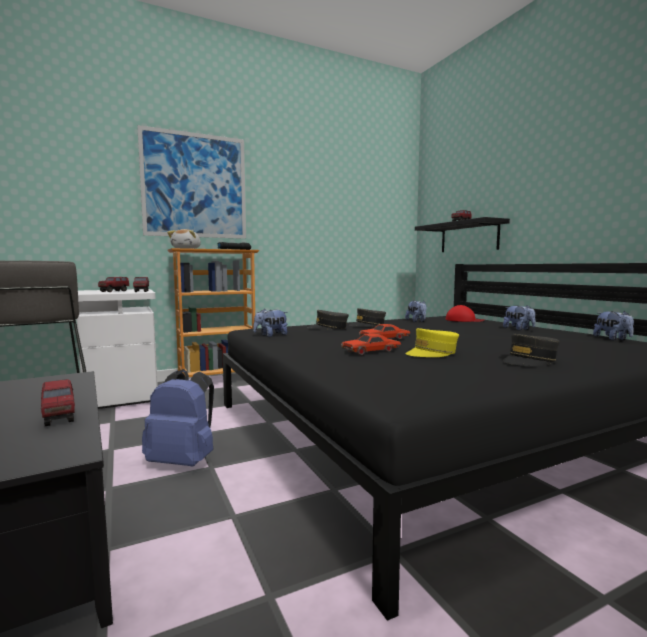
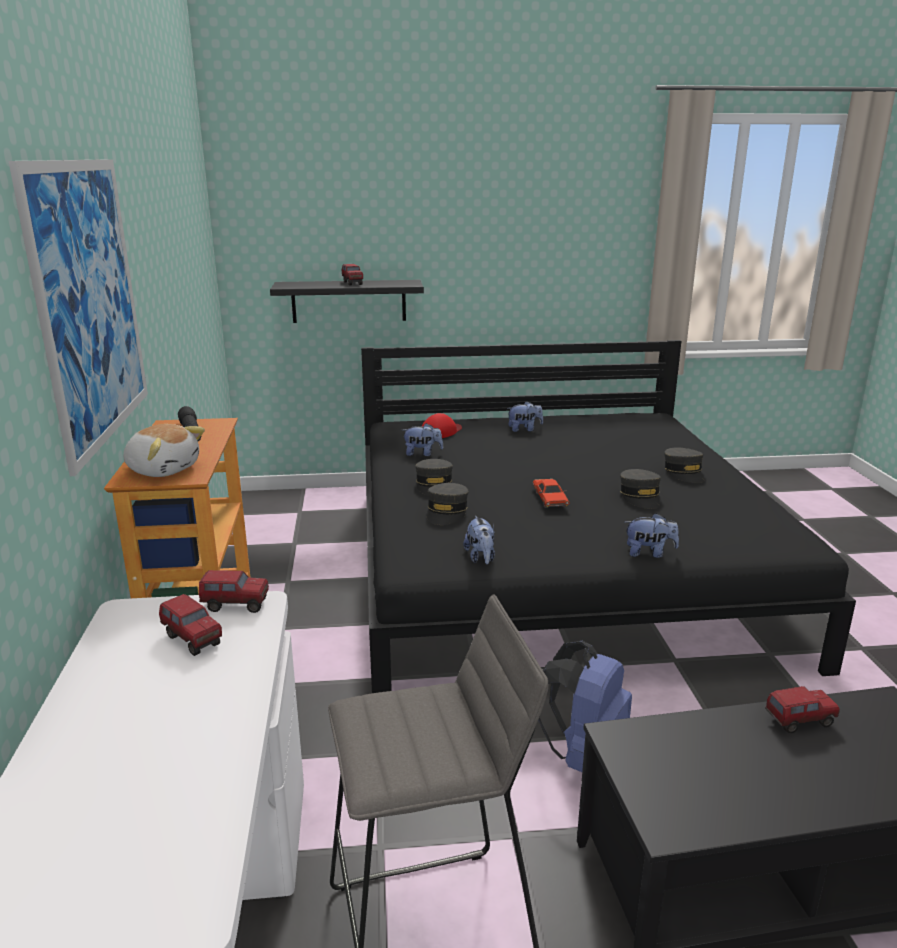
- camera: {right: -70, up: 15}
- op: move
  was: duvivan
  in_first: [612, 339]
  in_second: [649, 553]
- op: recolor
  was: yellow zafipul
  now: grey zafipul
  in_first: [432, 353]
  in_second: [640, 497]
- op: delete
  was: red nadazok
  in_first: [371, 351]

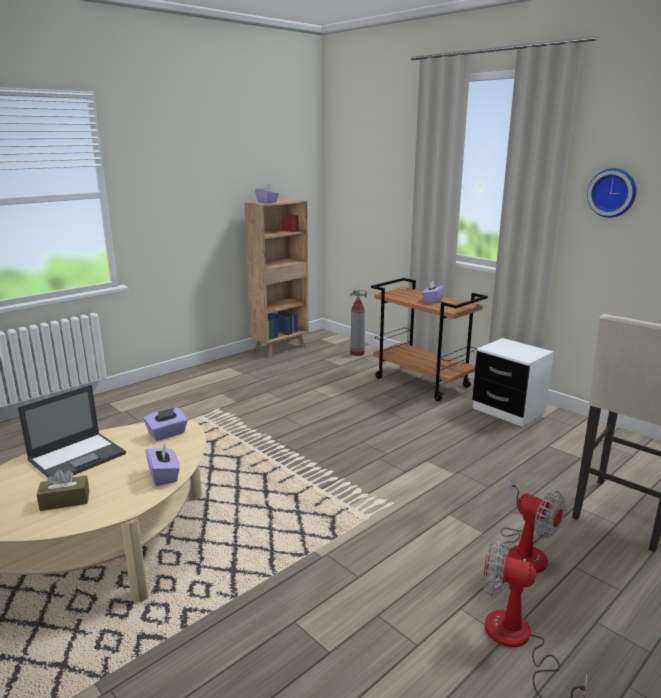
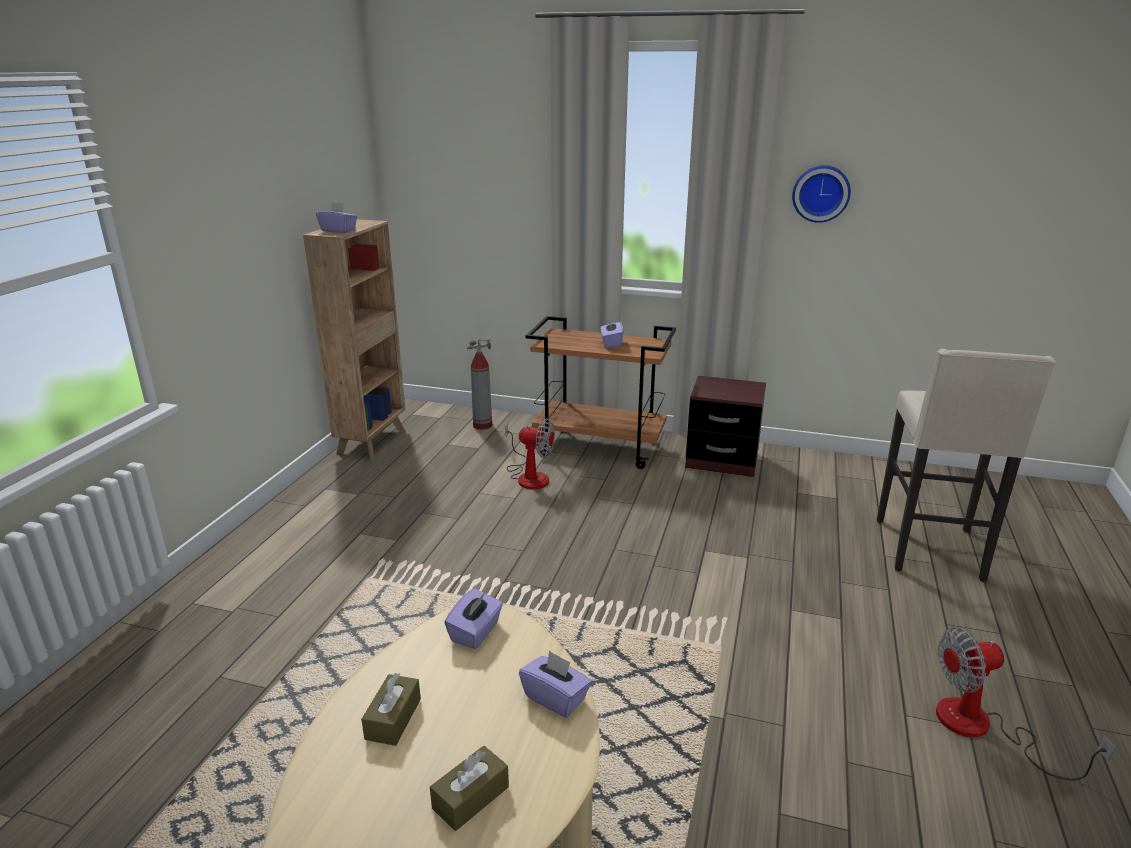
- camera: {right: -30, up: 5}
- op: recolor
  was: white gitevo
  now: brown gitevo
  in_first: [508, 410]
  in_second: [722, 461]
- op: replace
  was: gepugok
  now: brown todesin
  in_first: [78, 457]
  in_second: [393, 719]
- op: move
  was: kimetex
  in_first: [524, 550]
  in_second: [529, 476]

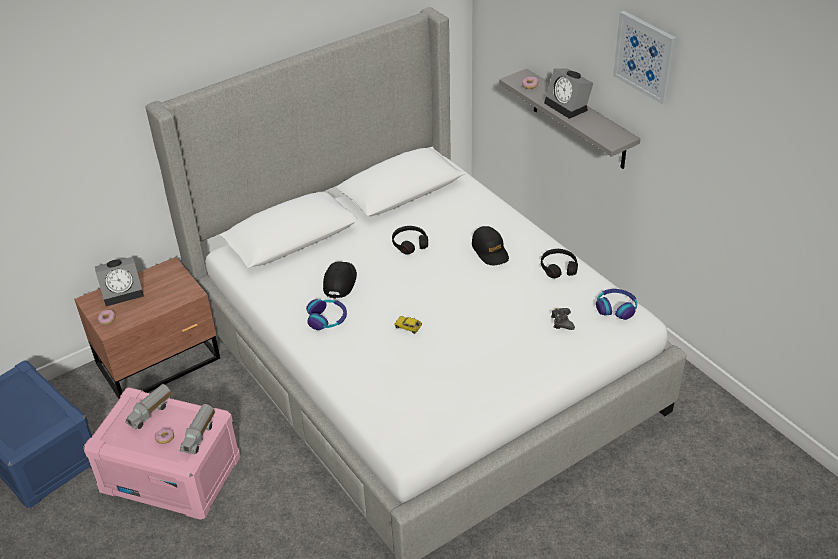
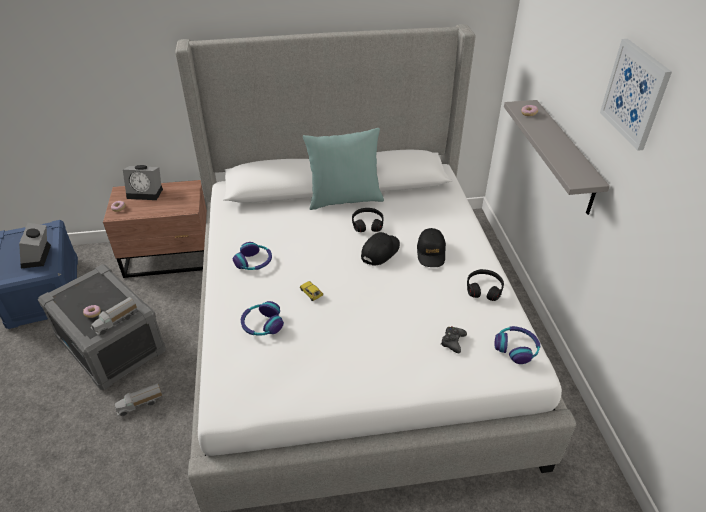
- camera: {right: 25, up: 0}
- op: move
  was: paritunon
  in_first: [568, 106]
  in_second: [38, 257]
- op: move
  was: black zafipul
  in_first: [340, 282]
  in_second: [380, 252]
- op: move
  was: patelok
  in_first: [150, 413]
  in_second: [140, 404]
- op: recolor
  was: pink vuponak
  now: grey vuponak
  in_first: [172, 474]
  in_second: [112, 344]
- op: insert
  now: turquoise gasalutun
  in_second: [344, 199]
- op: insert
  now: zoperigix
  in_second: [262, 324]

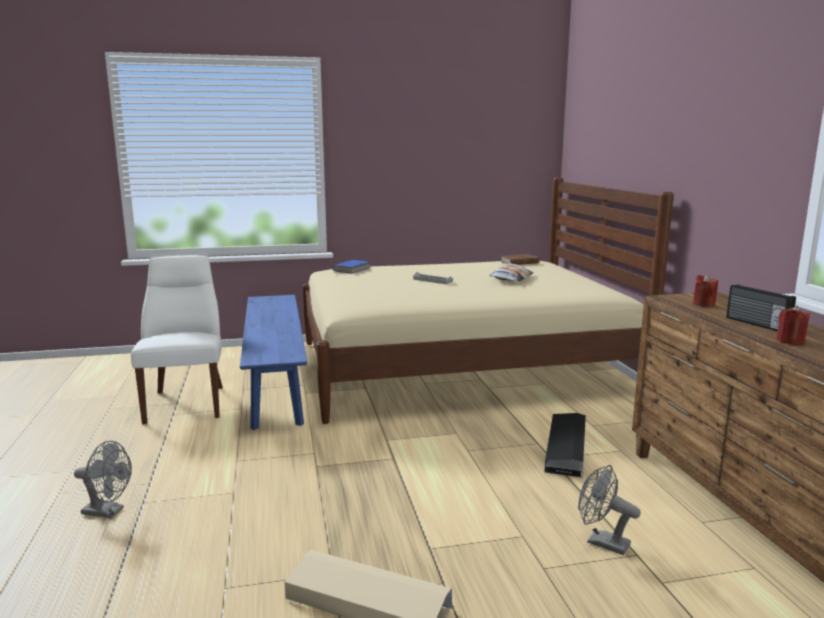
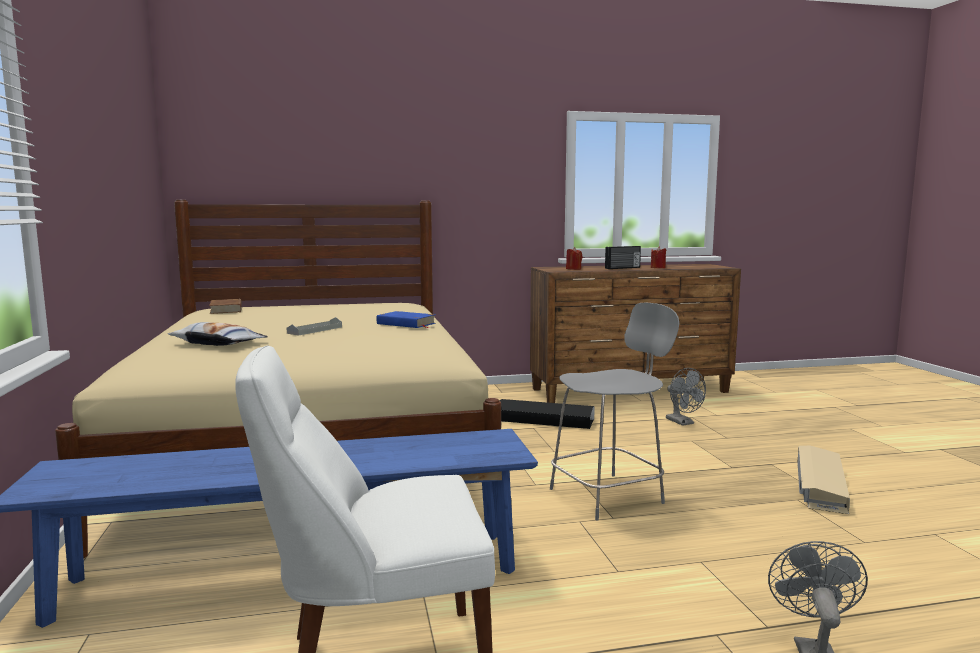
- camera: {right: -90, up: -5}
- op: move
  was: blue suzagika
  in_first: [351, 269]
  in_second: [406, 324]
- op: move
  was: gasalutun
  in_first: [511, 278]
  in_second: [218, 343]
- op: rotate
  was: grey kimetex
  in_first: [601, 542]
  in_second: [683, 422]
  clockwise: -60
- op: insert
  now: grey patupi
  in_second: [609, 495]

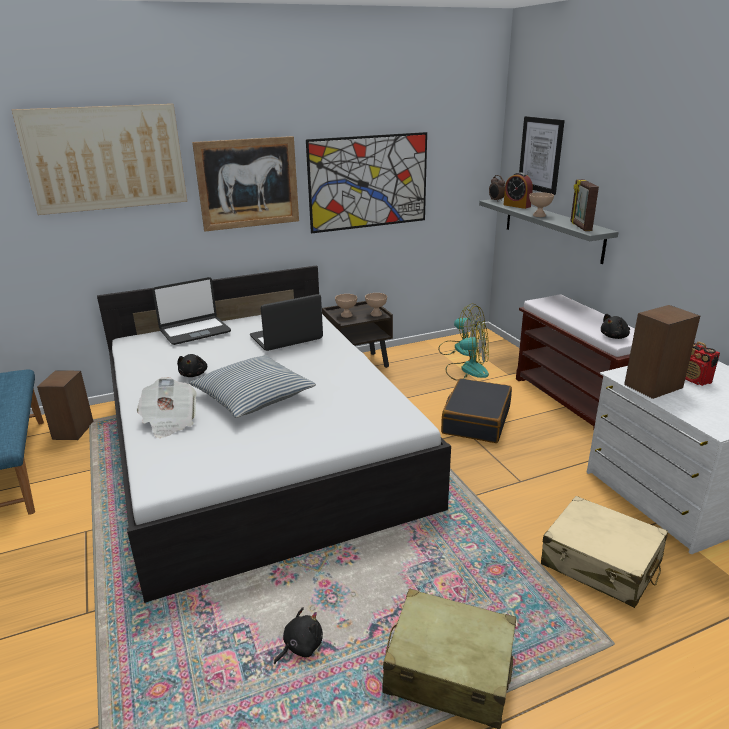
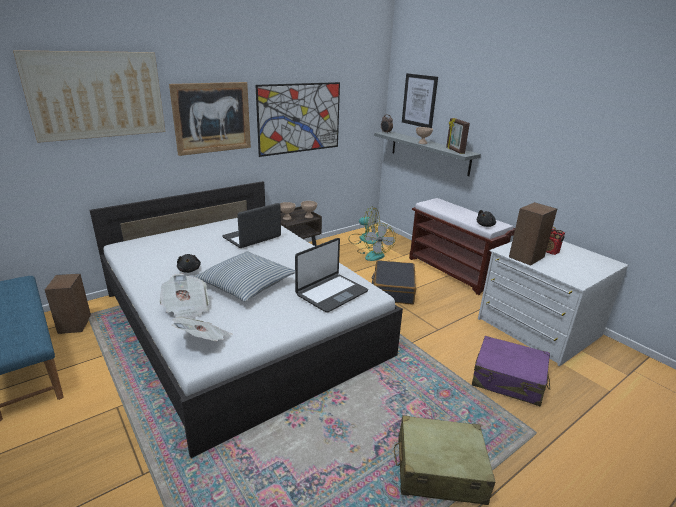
- camera: {right: -15, up: 0}
- op: delete
  was: paritunon
  in_first: [517, 206]
- op: move
  was: gepugok
  in_first: [195, 331]
  in_second: [331, 293]
- op: rotate
  was: kimetex
  in_first: [467, 370]
  in_second: [374, 254]
  clockwise: 90
- op: recolor
  was: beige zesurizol
  now: purple zesurizol
  in_first: [600, 563]
  in_second: [508, 379]
- op: delete
  was: black duvivan
  in_first: [300, 646]
- op: insert
  now: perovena
  in_second: [204, 340]

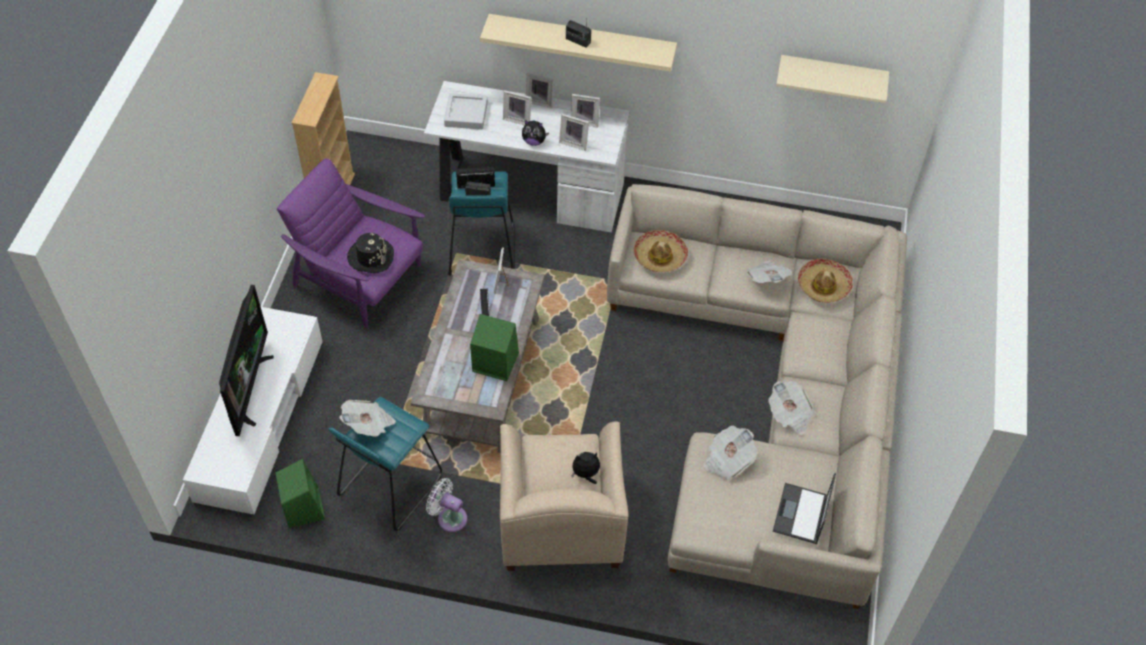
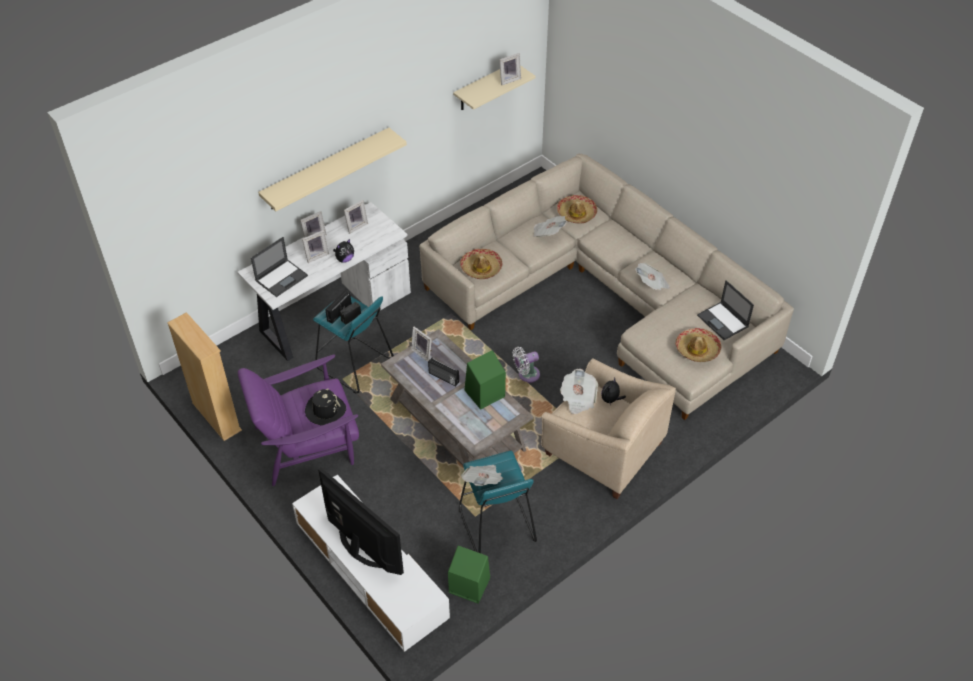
- camera: {right: -50, up: -5}
- op: delete
  was: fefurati
  in_first: [578, 40]
- op: replace
  was: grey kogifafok
  now: gepugok
  in_first: [466, 114]
  in_second: [282, 278]
- op: move
  was: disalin
  in_first: [574, 143]
  in_second: [509, 79]
- op: move
  was: perovena
  in_first: [727, 460]
  in_second: [578, 398]
- op: move
  was: white kimetex
  in_first: [449, 517]
  in_second: [526, 375]
- op: insert
  now: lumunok
  in_second: [697, 349]

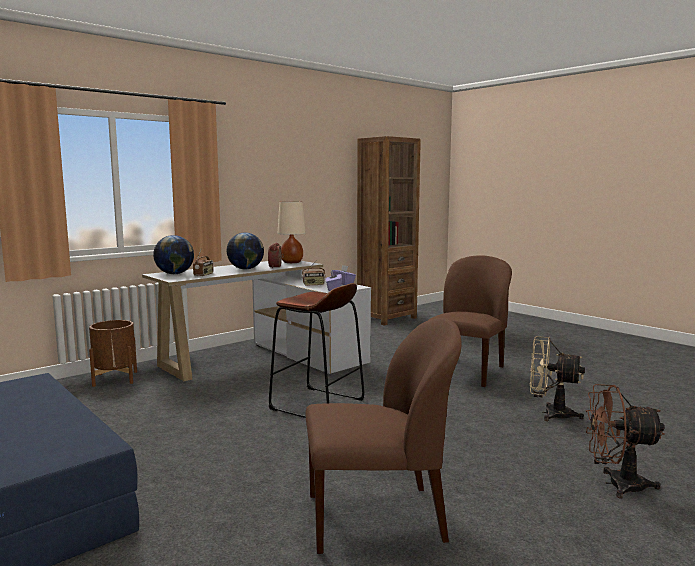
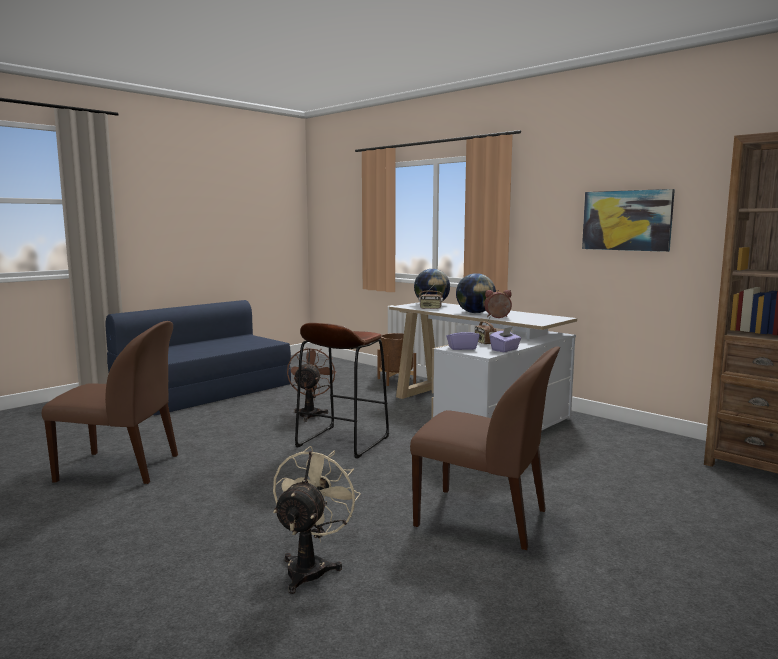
- camera: {right: 85, up: 0}
- op: delete
  was: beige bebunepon
  in_first: [291, 262]
- op: rotate
  was: brown patupi
  in_first: [378, 518]
  in_second: [121, 468]
  clockwise: -75
- op: move
  was: brown kimetex
  in_first: [616, 484]
  in_second: [310, 413]
- op: insert
  now: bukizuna
  in_second: [626, 220]

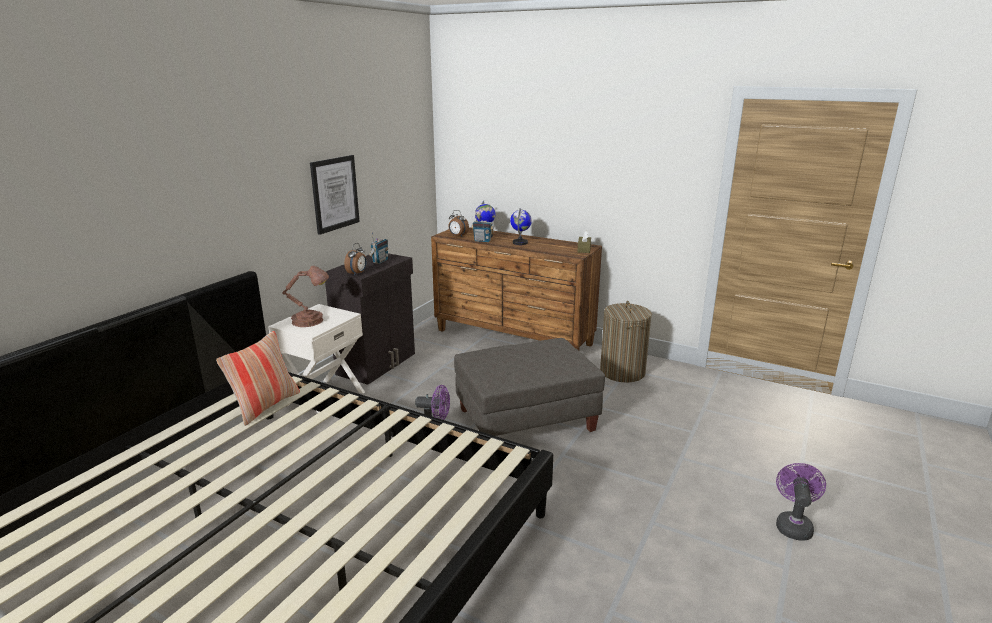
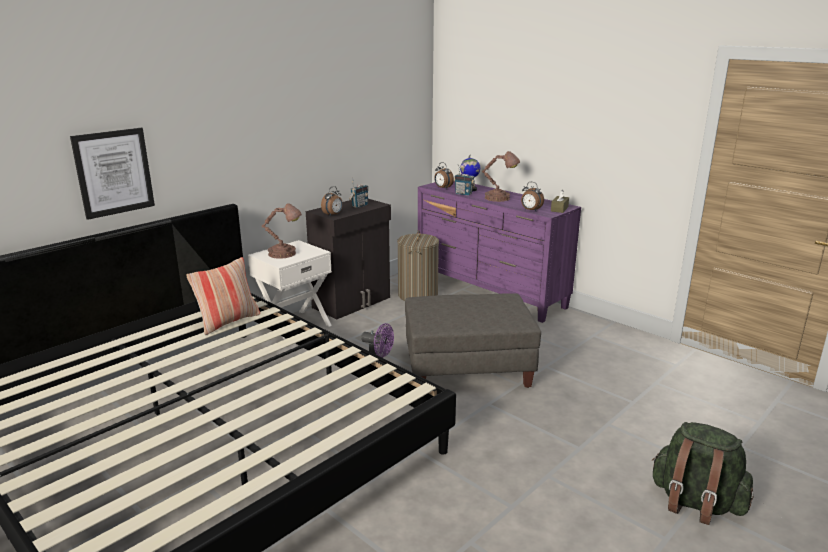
- camera: {right: 15, up: 0}
- op: move
  was: bukizuna
  in_first: [335, 193]
  in_second: [114, 172]
- op: replace
  was: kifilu
  now: brown bebunepon
  in_first: [520, 243]
  in_second: [499, 198]
- op: recolor
  was: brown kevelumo
  now: purple kevelumo
  in_first: [513, 338]
  in_second: [490, 293]
- op: move
  was: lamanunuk
  in_first: [622, 372]
  in_second: [418, 295]
- op: replace
  was: purple kimetex
  now: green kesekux
  in_first: [793, 525]
  in_second: [695, 503]
- op: insert
  now: paritunon
  in_second: [530, 210]

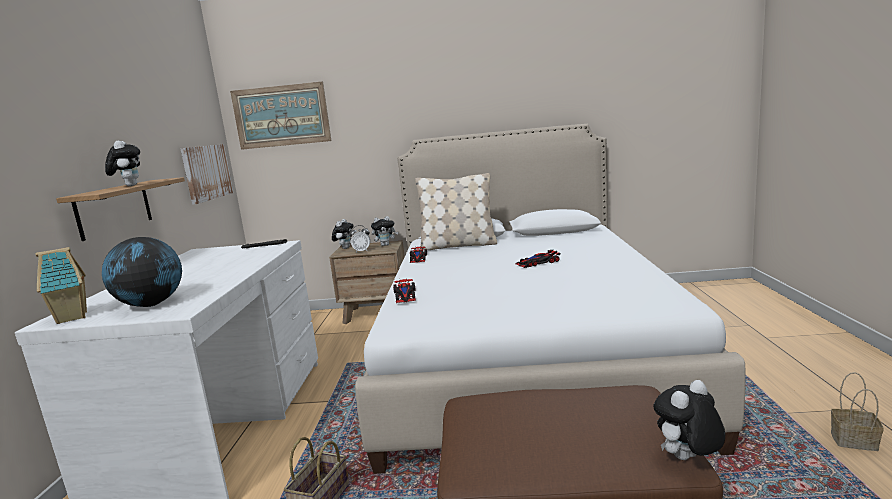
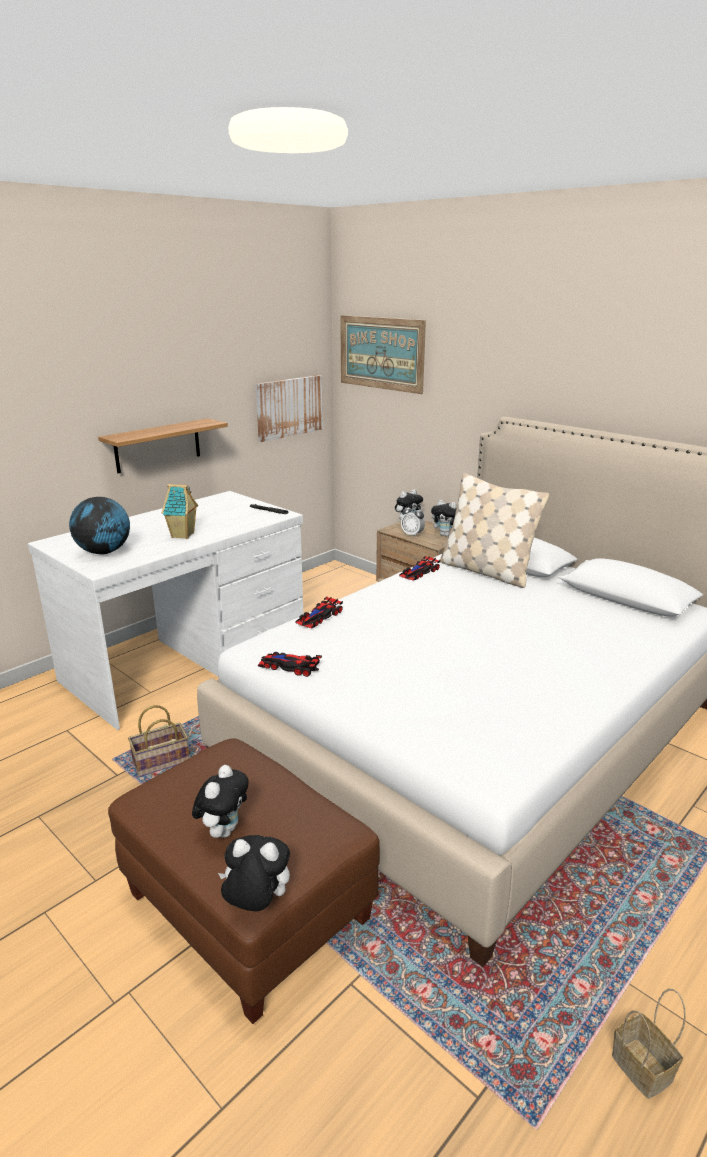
- camera: {right: 40, up: 10}
- op: move
  was: duvivan
  in_first: [129, 186]
  in_second: [223, 830]
- op: move
  was: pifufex
  in_first: [73, 317]
  in_second: [183, 535]
- op: move
  was: nadazok
  in_first: [538, 263]
  in_second: [289, 666]

